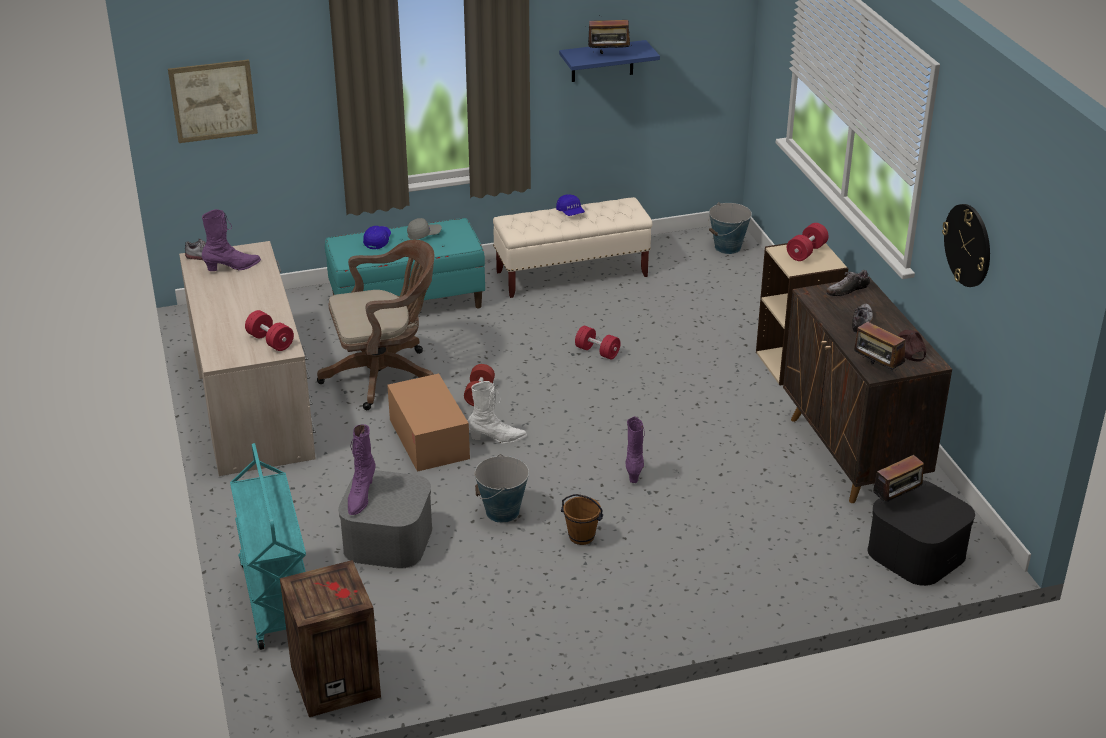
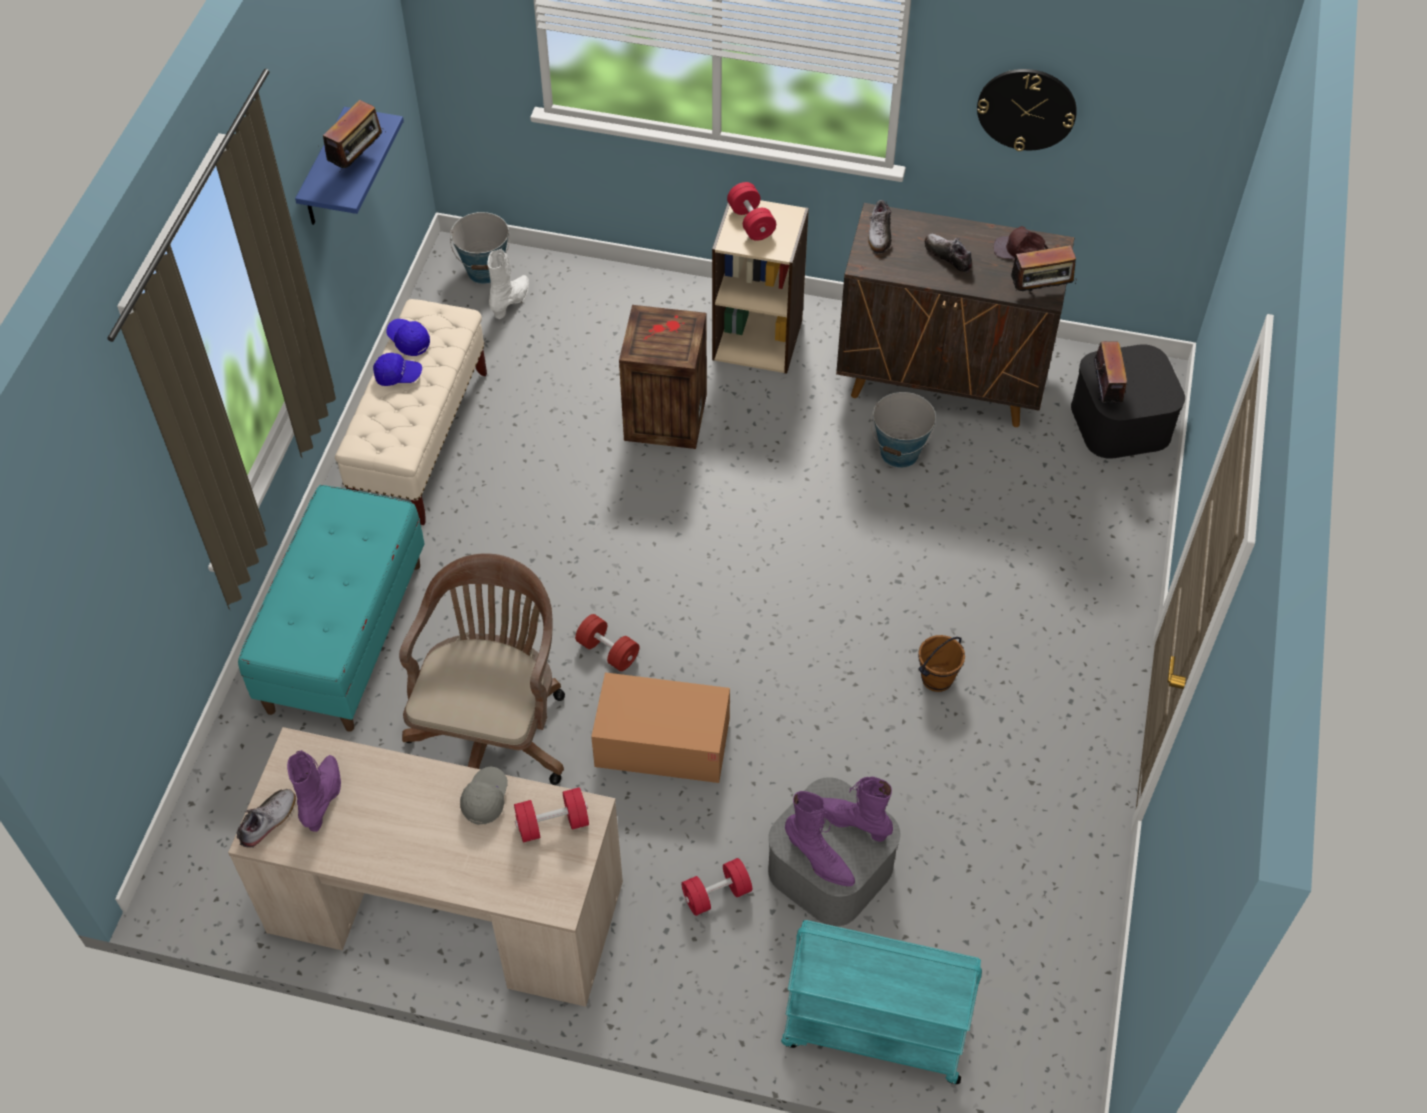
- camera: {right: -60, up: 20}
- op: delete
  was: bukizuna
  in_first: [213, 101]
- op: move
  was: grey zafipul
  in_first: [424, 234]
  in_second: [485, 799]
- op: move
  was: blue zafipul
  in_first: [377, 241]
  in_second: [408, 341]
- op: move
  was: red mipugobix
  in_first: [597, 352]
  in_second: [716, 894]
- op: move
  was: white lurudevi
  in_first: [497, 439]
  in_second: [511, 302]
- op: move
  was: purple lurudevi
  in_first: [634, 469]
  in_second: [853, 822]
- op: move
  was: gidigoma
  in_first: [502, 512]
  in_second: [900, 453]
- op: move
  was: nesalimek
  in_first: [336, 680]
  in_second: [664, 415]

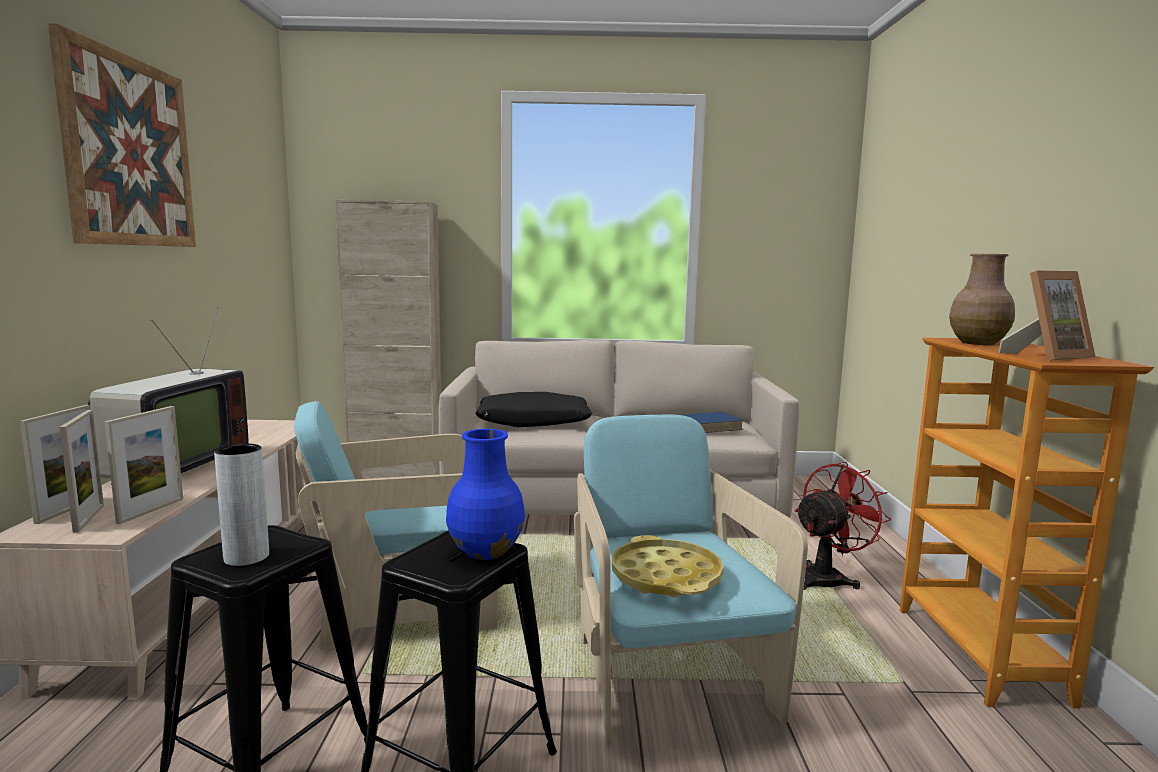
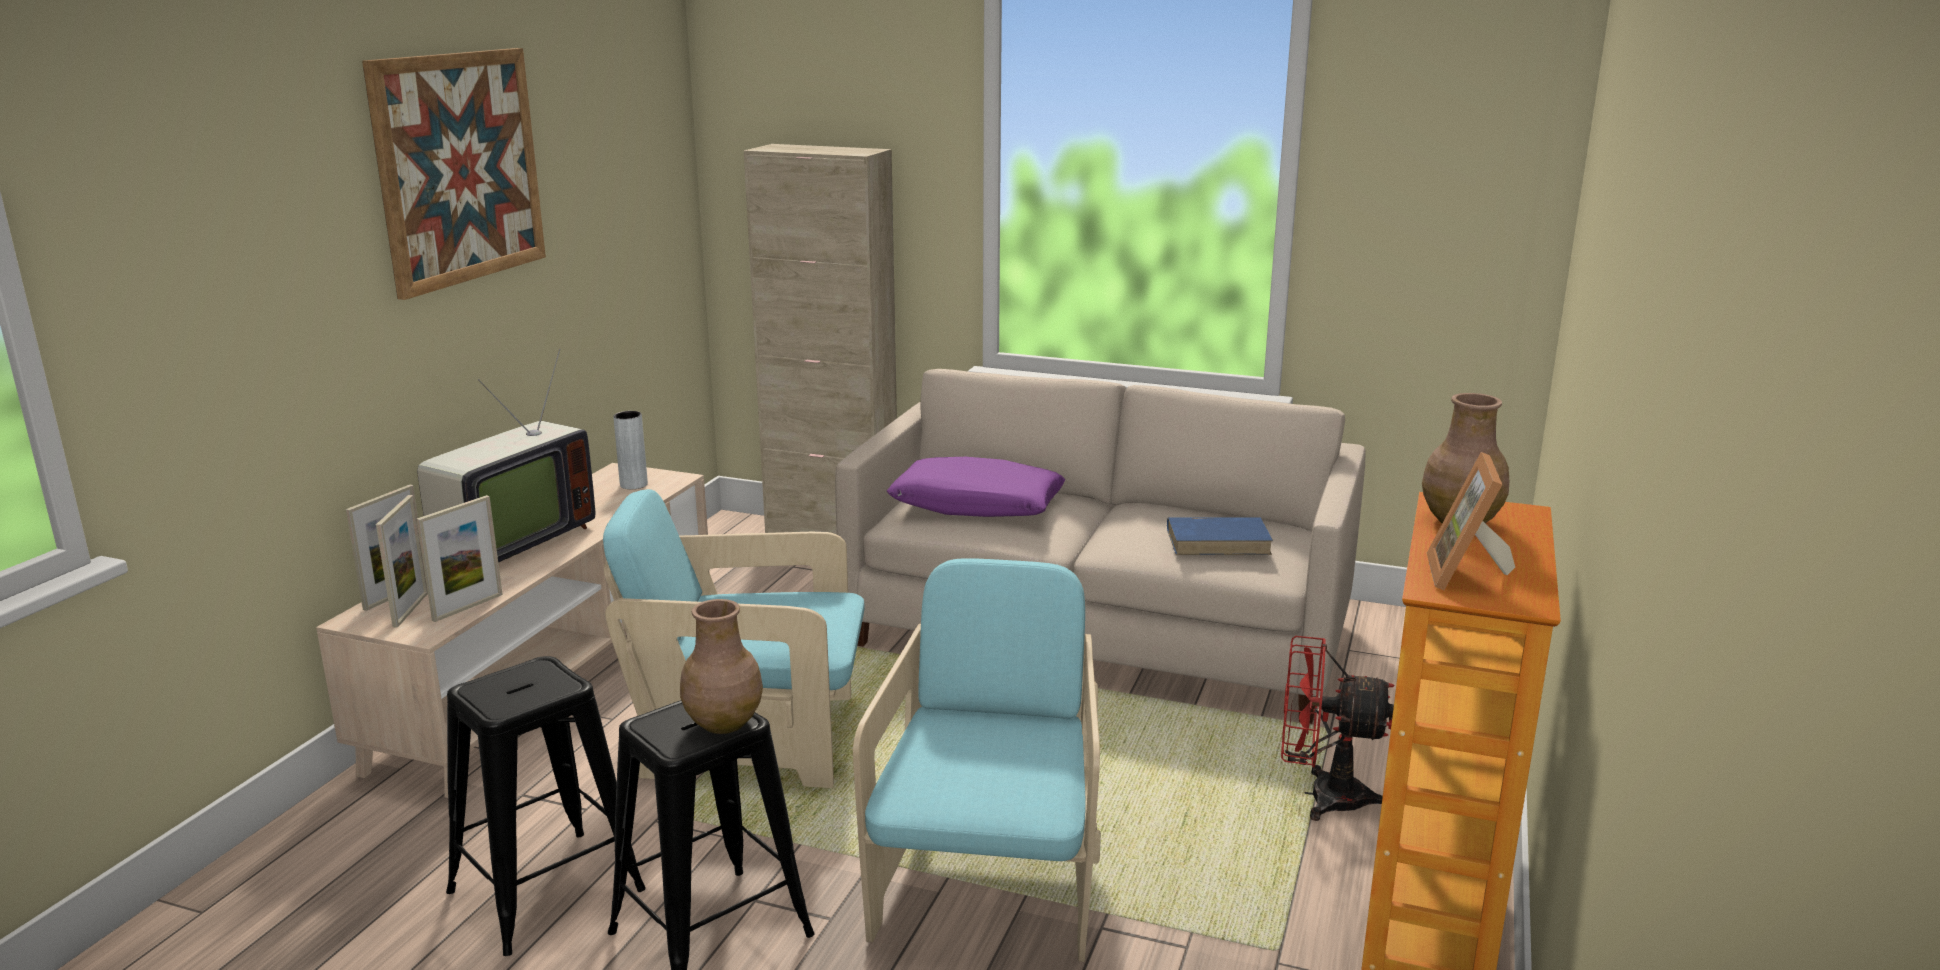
- camera: {right: 20, up: 10}
- op: rotate
  was: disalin
  in_first: [1047, 356]
  in_second: [1467, 575]
  clockwise: 105
- op: recolor
  was: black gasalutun
  now: purple gasalutun
  in_first: [533, 422]
  in_second: [977, 505]
- op: recolor
  was: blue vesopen
  now: brown vesopen
  in_first: [485, 552]
  in_second: [723, 724]
- op: move
  was: grey vesopen
  in_first: [246, 557]
  in_second: [633, 485]
- op: rotate
  was: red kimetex
  in_first: [829, 578]
  in_second: [1321, 796]
  clockwise: -150
- op: delete
  was: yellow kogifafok
  in_first: [666, 577]

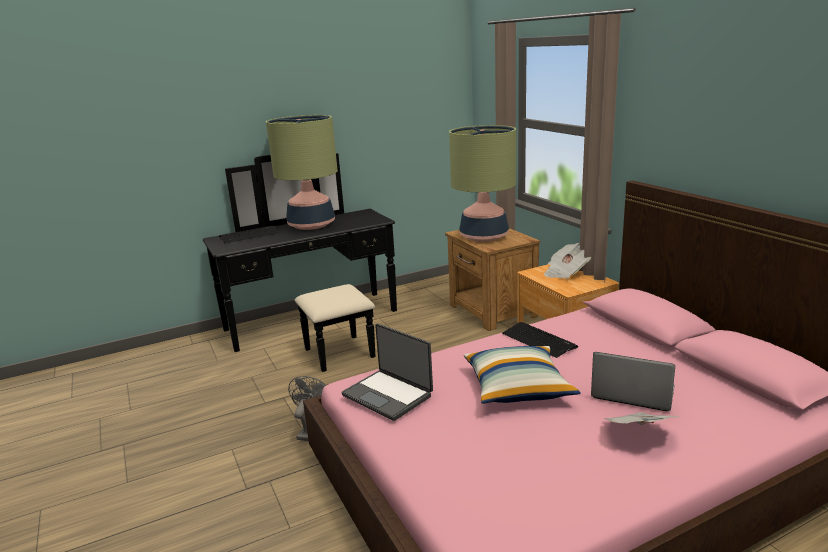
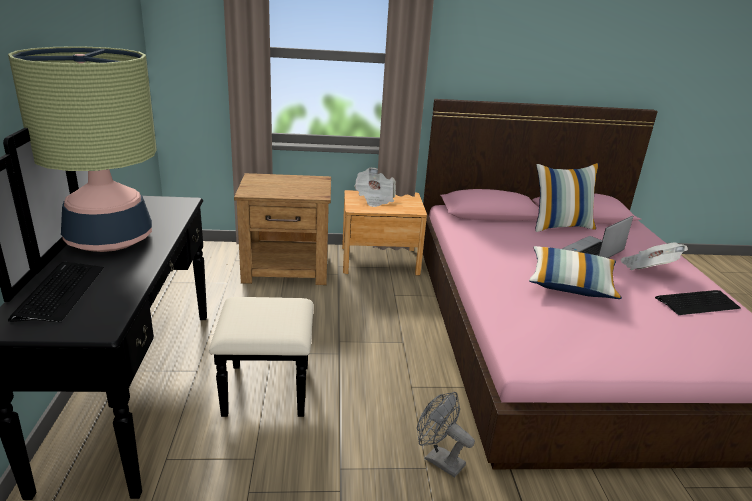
- camera: {right: -70, up: 5}
- op: delete
  was: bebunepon
  in_first: [484, 236]
- op: move
  was: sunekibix
  in_first: [538, 340]
  in_second: [697, 303]
- op: delete
  was: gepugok
  in_first: [388, 395]
- op: insert
  now: gasalutun
  in_second: [560, 226]

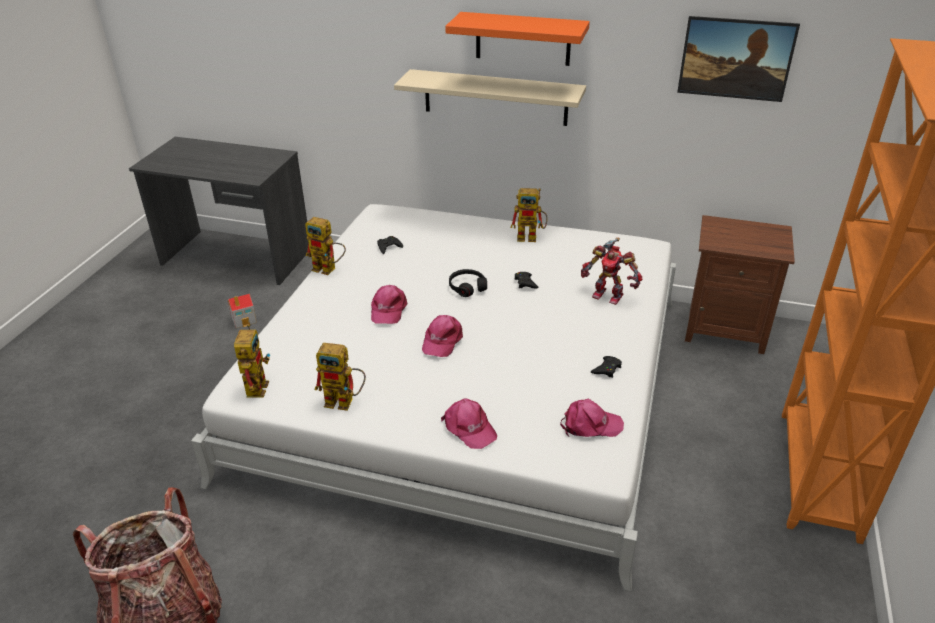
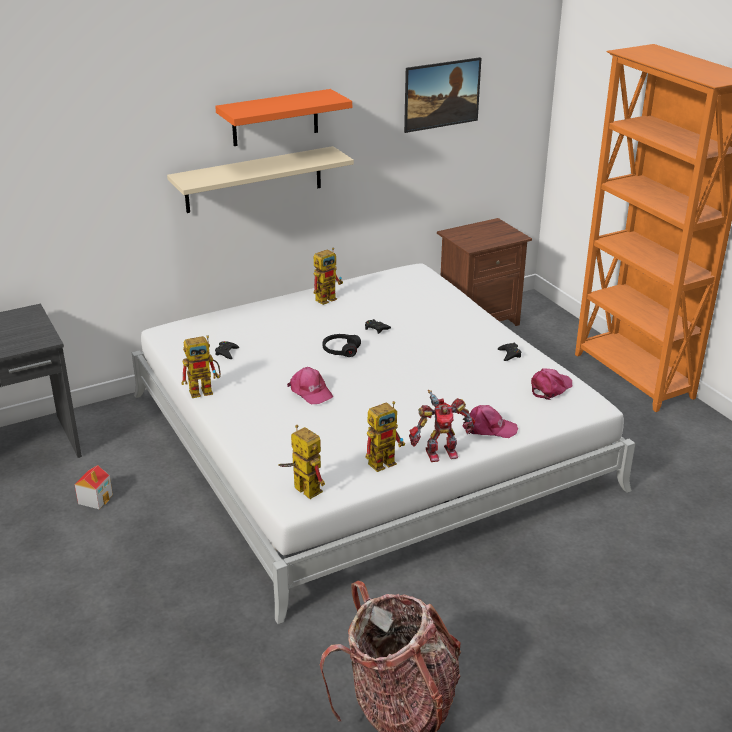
- camera: {right: -45, up: -5}
- op: move
  was: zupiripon
  in_first: [608, 295]
  in_second: [440, 452]
- op: delete
  was: pink zafipul
  in_first: [442, 340]

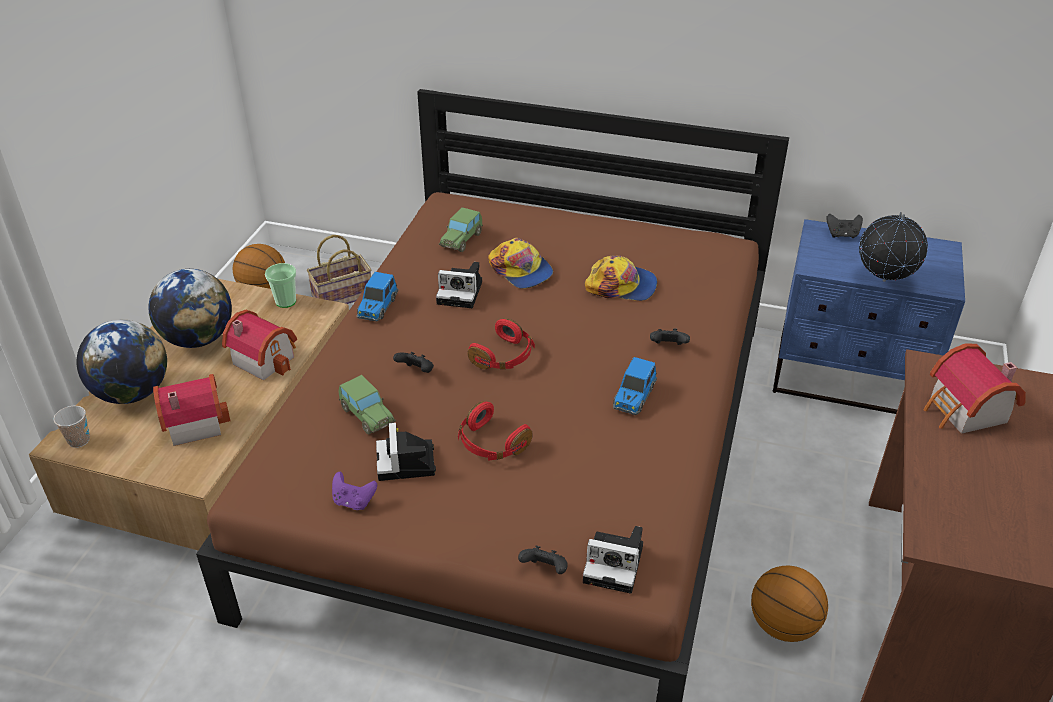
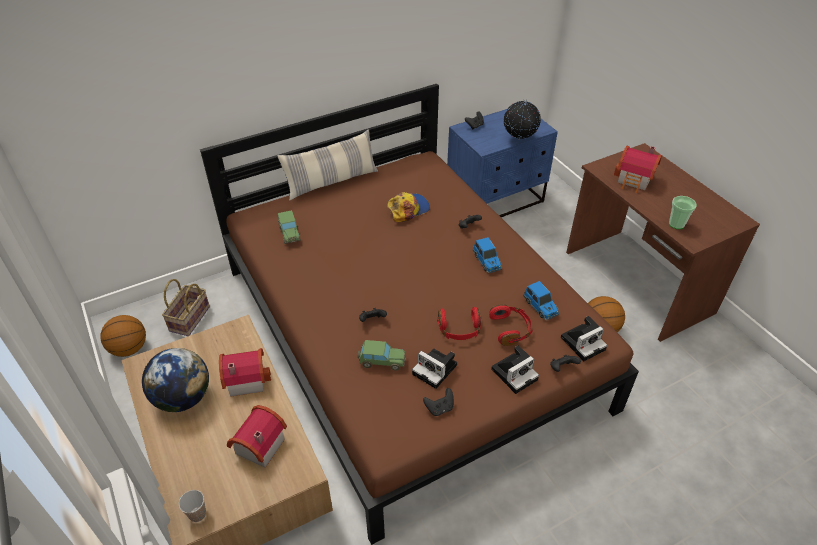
- camera: {right: -45, up: 5}
- op: delete
  was: zafipul
  in_first: [521, 270]
- op: move
  was: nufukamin
  in_first: [462, 292]
  in_second: [515, 373]
- op: move
  was: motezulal
  in_first: [286, 301]
  in_second: [676, 224]
- op: move
  was: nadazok
  in_first: [377, 307]
  in_second: [540, 307]
- op: move
  was: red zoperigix
  in_first: [504, 357]
  in_second: [510, 329]
- op: delete
  was: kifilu
  in_first: [132, 393]
- op: recolor
  was: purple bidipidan
  now: black bidipidan
  in_first: [354, 501]
  in_second: [439, 408]
- op: insert
  now: gasalutun
  in_second: [331, 182]

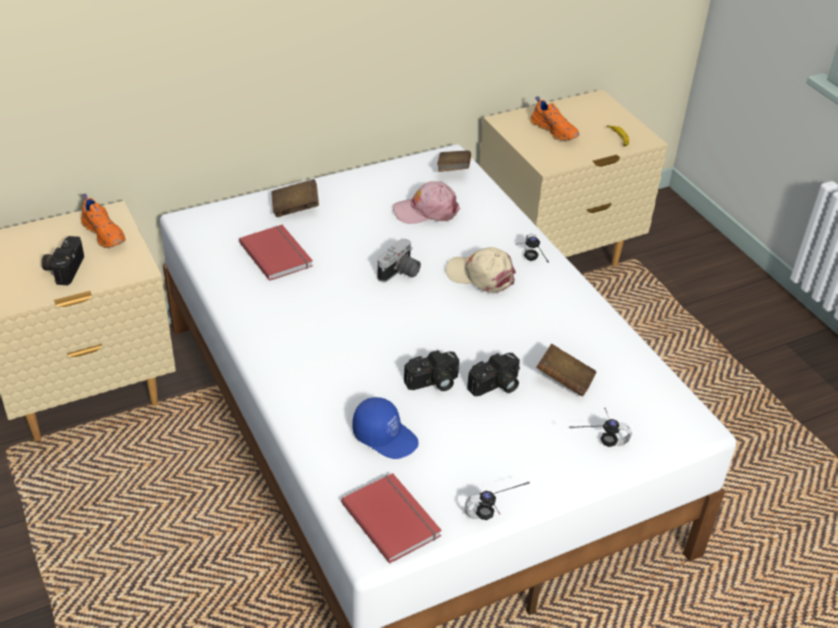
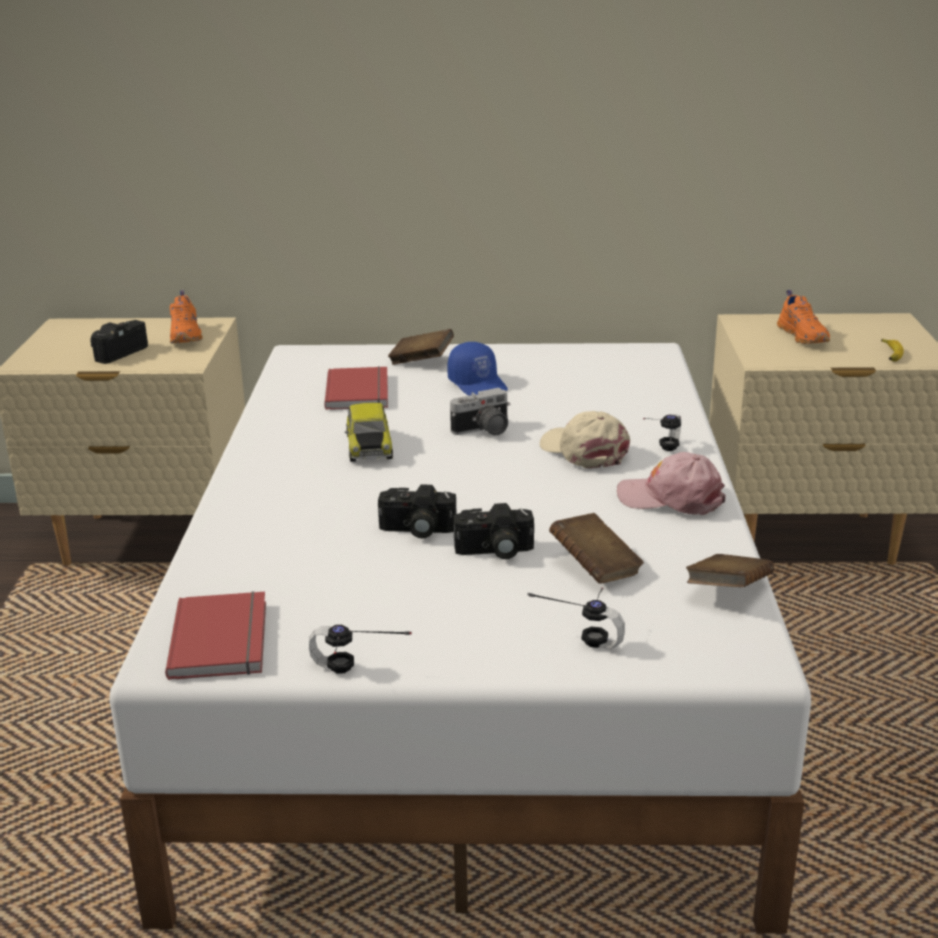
- camera: {right: 30, up: -15}
- op: move
  was: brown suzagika
  in_first: [453, 171]
  in_second: [728, 591]
- op: move
  was: pink zafipul
  in_first: [426, 211]
  in_second: [671, 498]
- op: move
  was: blue zafipul
  in_first: [385, 436]
  in_second: [478, 384]
- op: insert
  now: nadazok
  in_second: [368, 447]

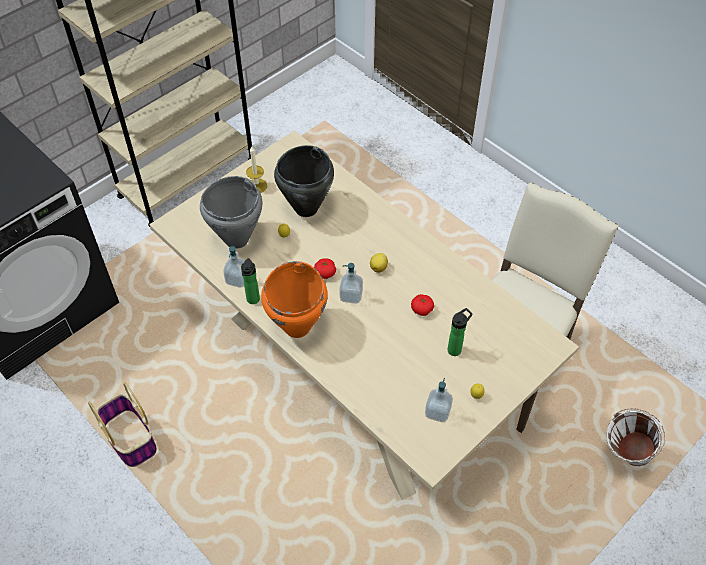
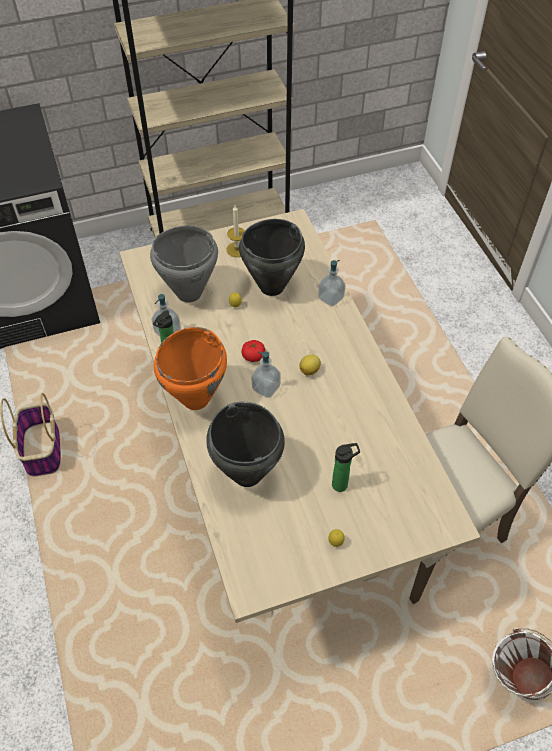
- camera: {right: 25, up: 0}
- op: delete
  was: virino
  in_first: [422, 309]
- op: move
  was: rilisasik
  in_first: [437, 412]
  in_second: [331, 298]
- op: insert
  now: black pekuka
  in_second: [247, 475]

